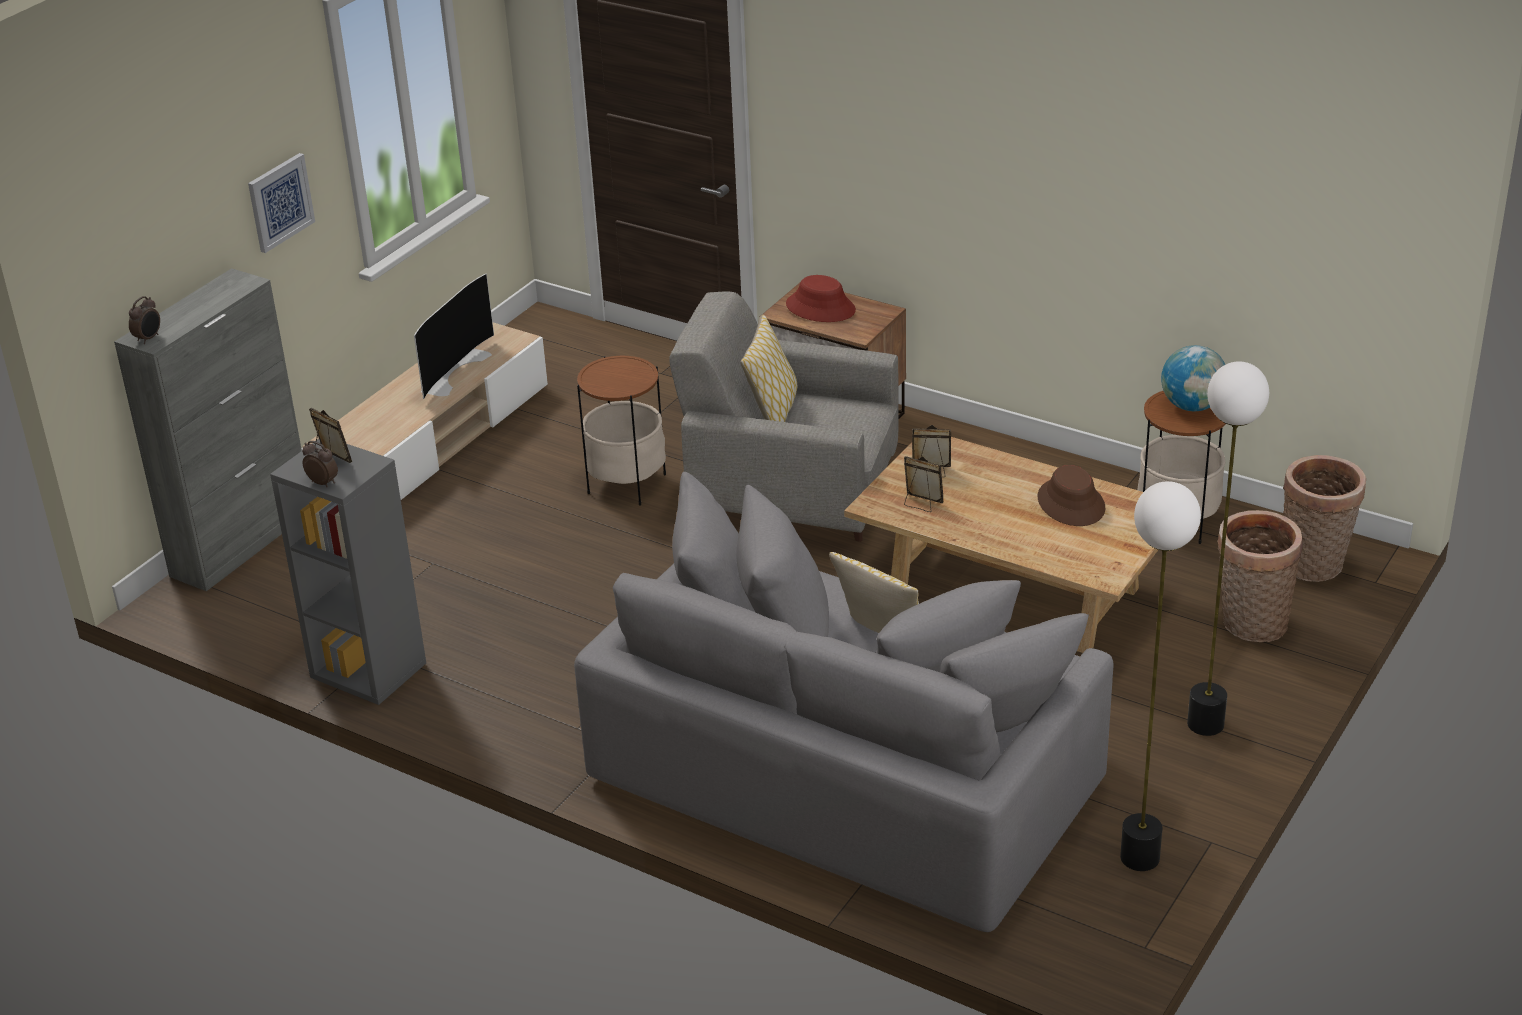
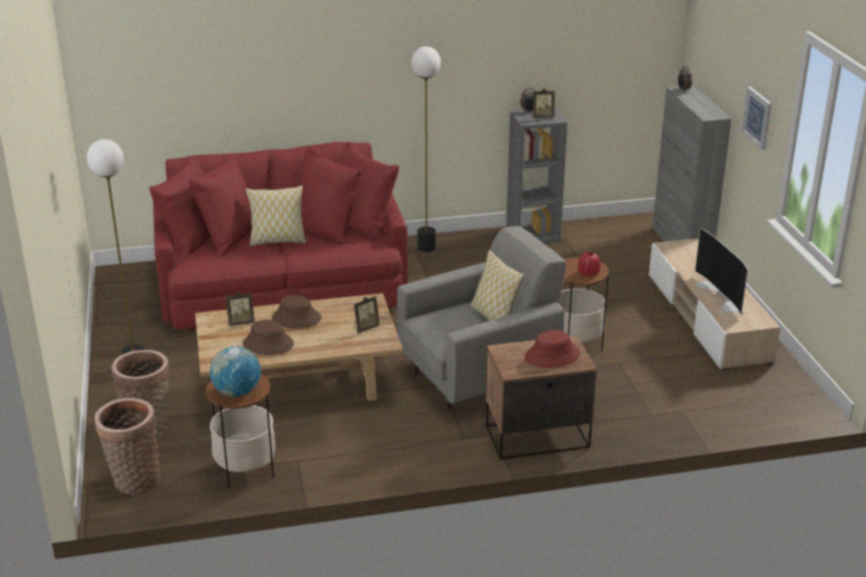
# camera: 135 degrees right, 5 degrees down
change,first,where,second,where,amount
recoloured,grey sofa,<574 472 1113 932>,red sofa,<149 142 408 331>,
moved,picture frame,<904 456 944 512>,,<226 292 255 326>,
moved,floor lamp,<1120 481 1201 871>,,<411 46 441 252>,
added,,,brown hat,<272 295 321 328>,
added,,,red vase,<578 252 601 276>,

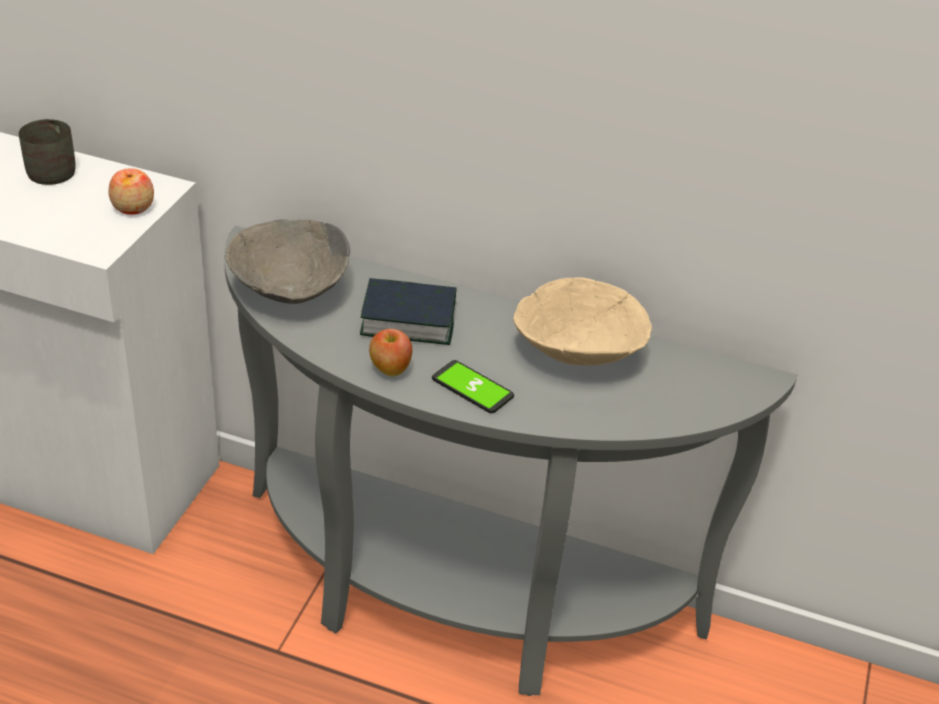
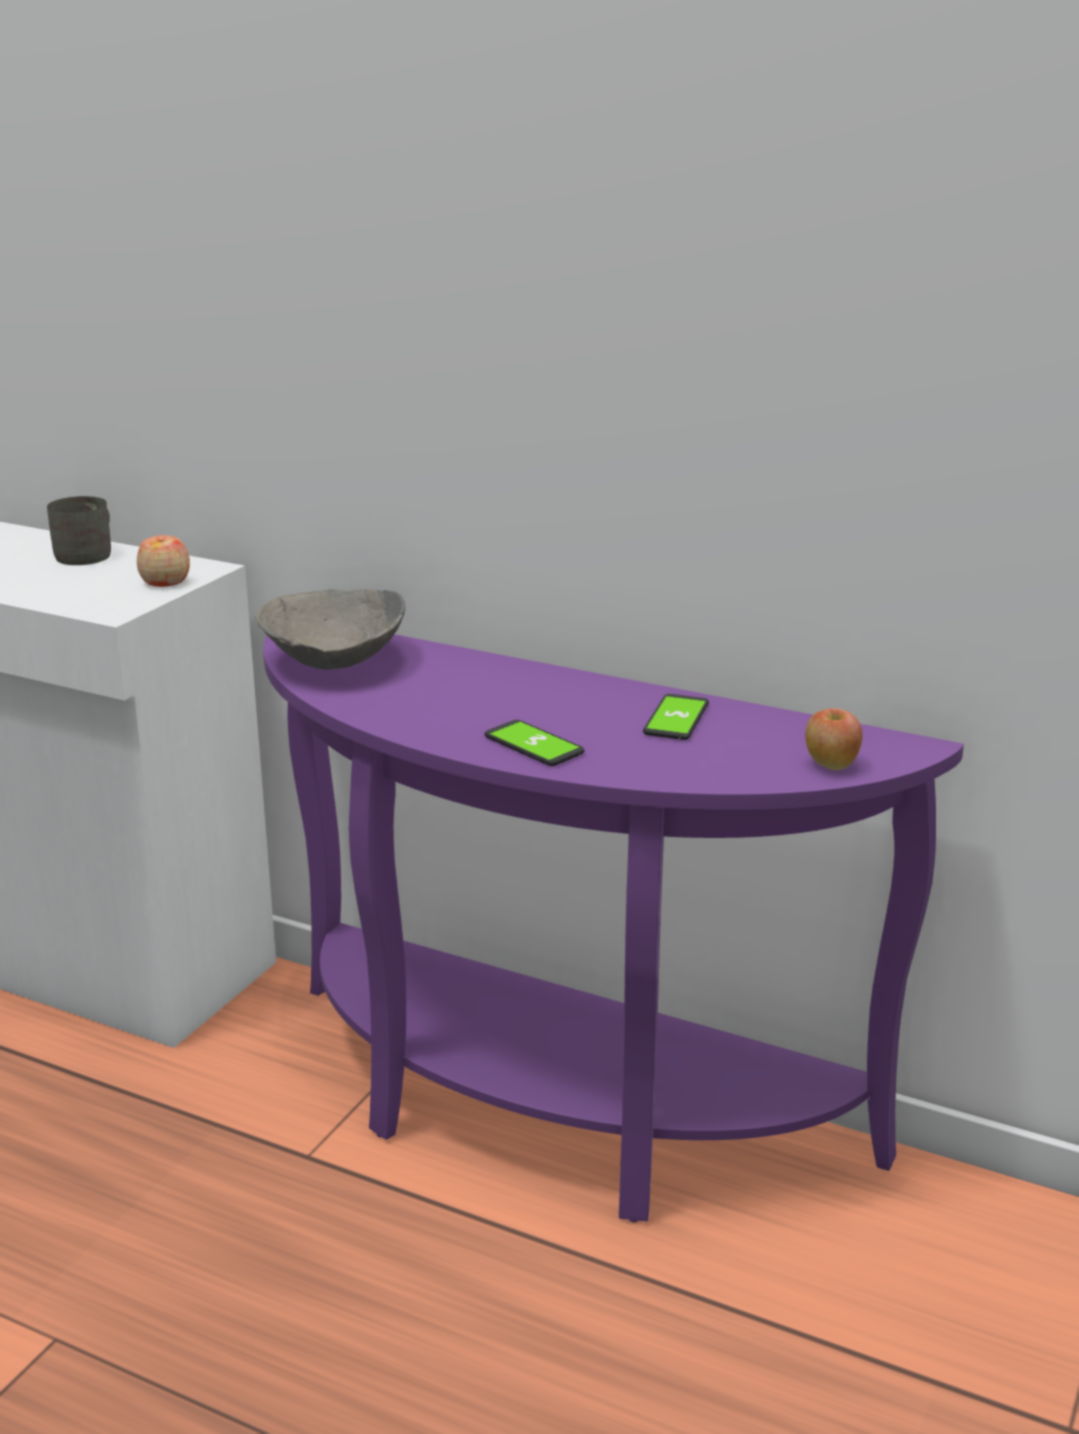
# camera: 10 degrees right, 15 degrees down
change,first,where,second,where,amount
recoloured,grey console table,<224 225 797 696>,purple console table,<263 634 964 1223>,
removed,book,<360 278 456 345>,,,
moved,apple,<369 329 412 377>,,<805 708 863 770>,
replaced,beige bowl,<513 278 652 365>,phone,<643 694 709 740>,

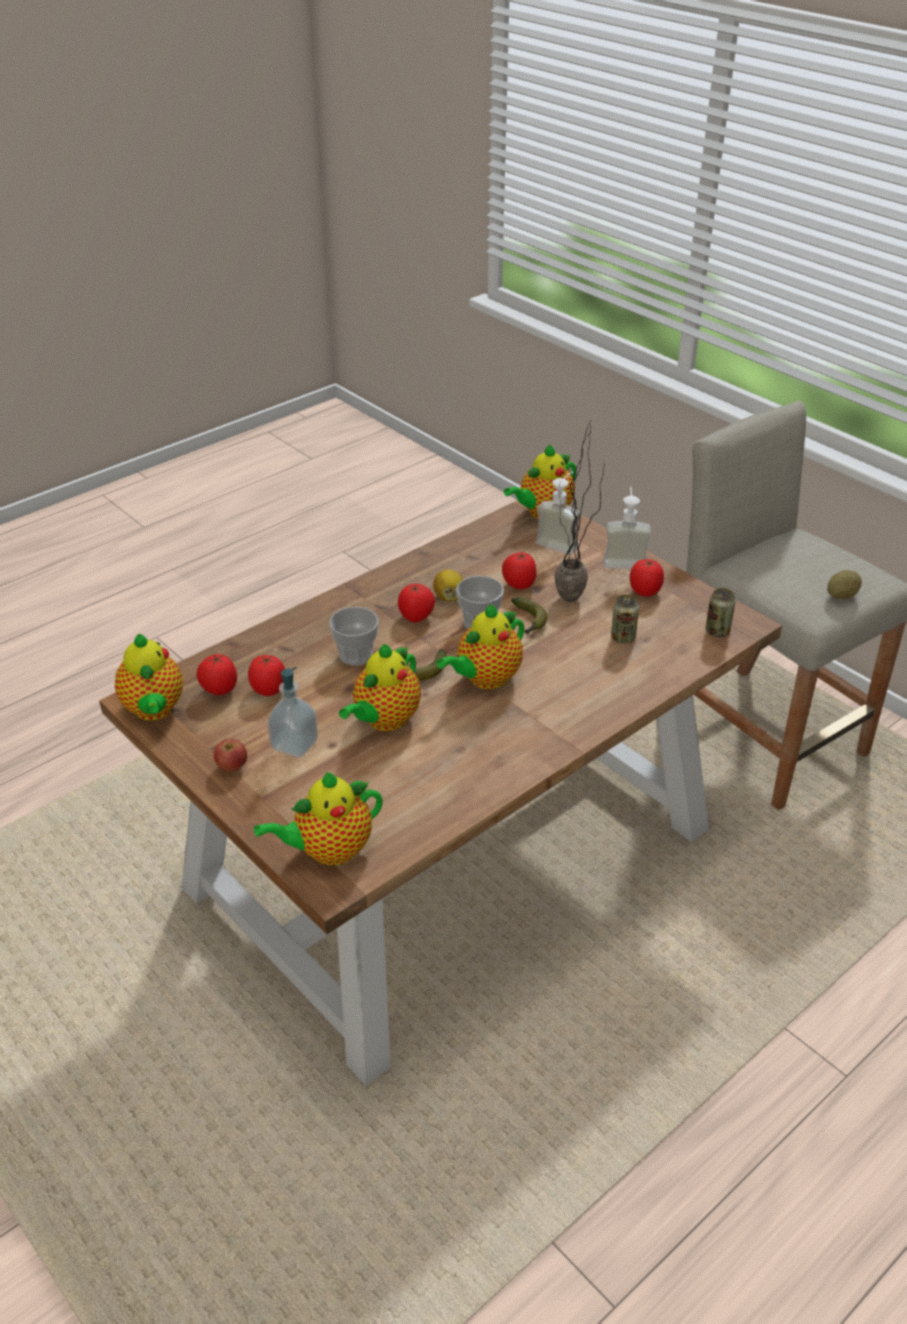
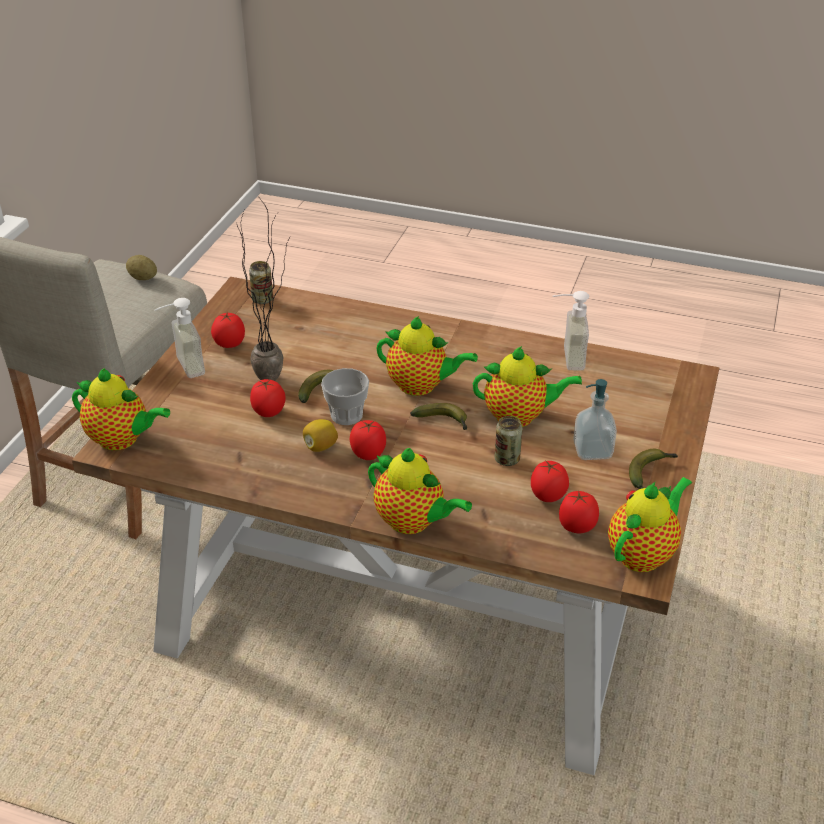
# camera: 120 degrees left, 0 degrees up
change,first,where,second,where,amount
replaced,apple,<213 739 247 772>,banana,<629 449 678 489>,
moved,teapot,<254 772 383 865>,,<368 448 472 534>,
removed,cup,<329 607 379 666>,,,
moved,soap dispenser,<535 471 580 555>,,<553 291 589 371>,
moved,can,<611 595 639 644>,,<495 416 523 466>,

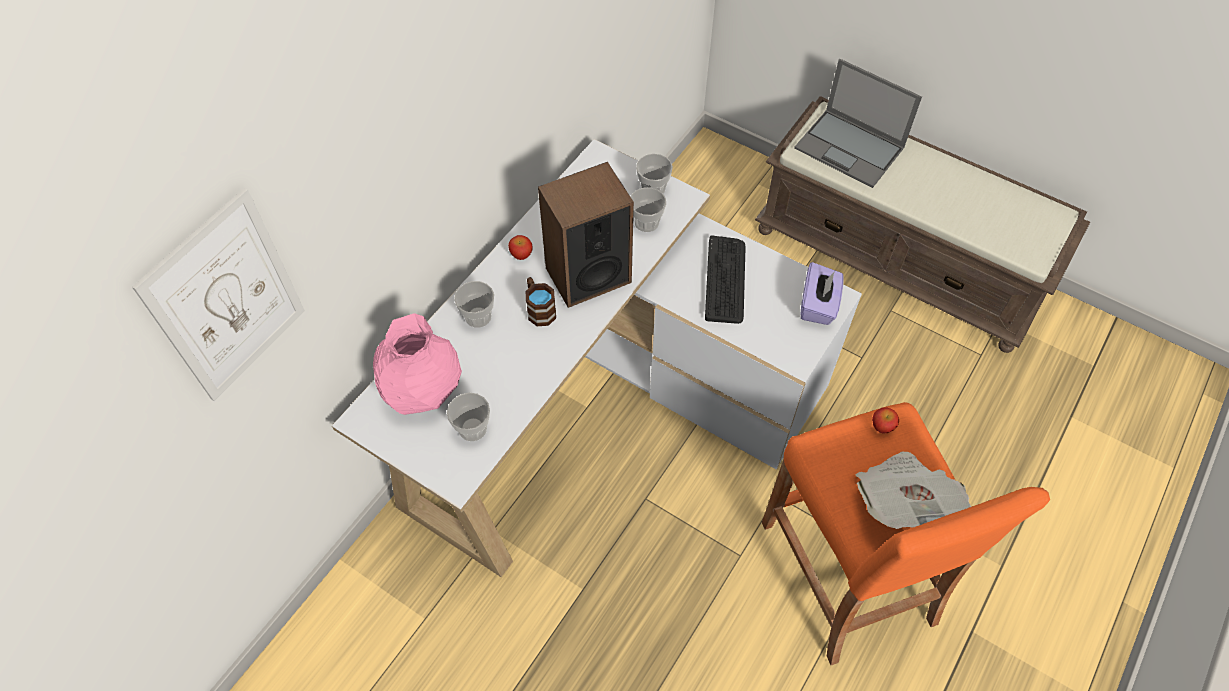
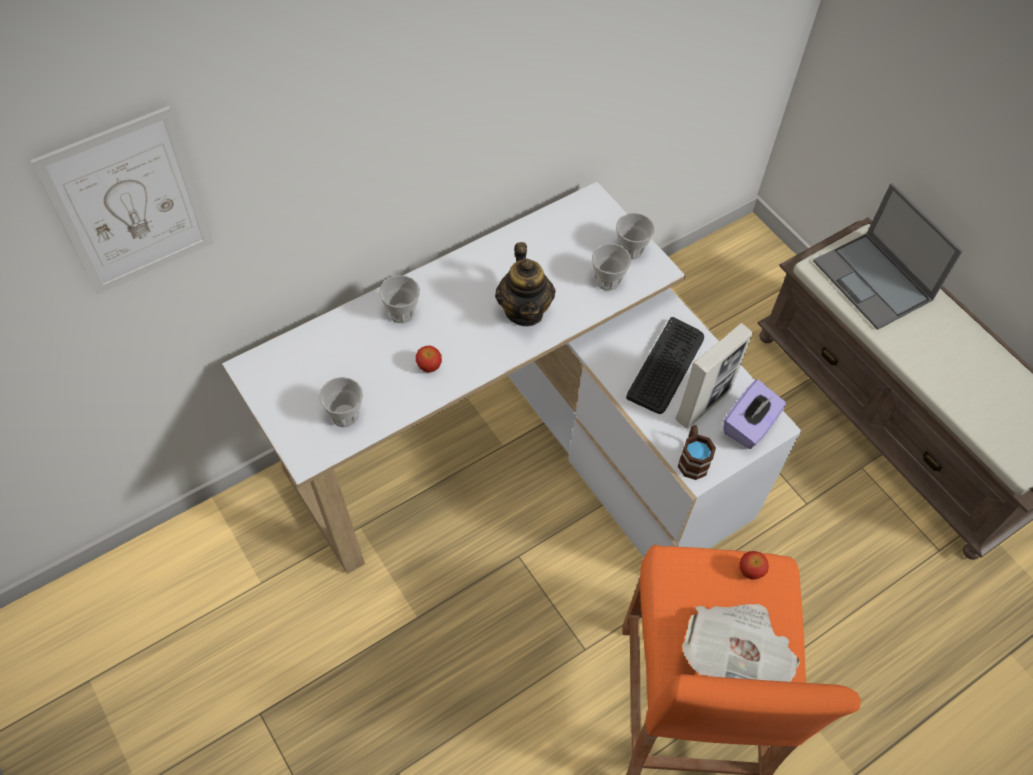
# camera: 20 degrees right, 0 degrees up
change,first,where,second,where,amount
removed,pink vase,<373 313 462 415>,,,
moved,apple,<508 235 533 260>,,<416 346 442 373>,
moved,brown mug,<526 277 556 326>,,<678 425 716 480>,
replaced,speaker,<538 162 634 308>,teapot,<495 242 556 326>,
added,,,picture frame,<676 323 753 428>,

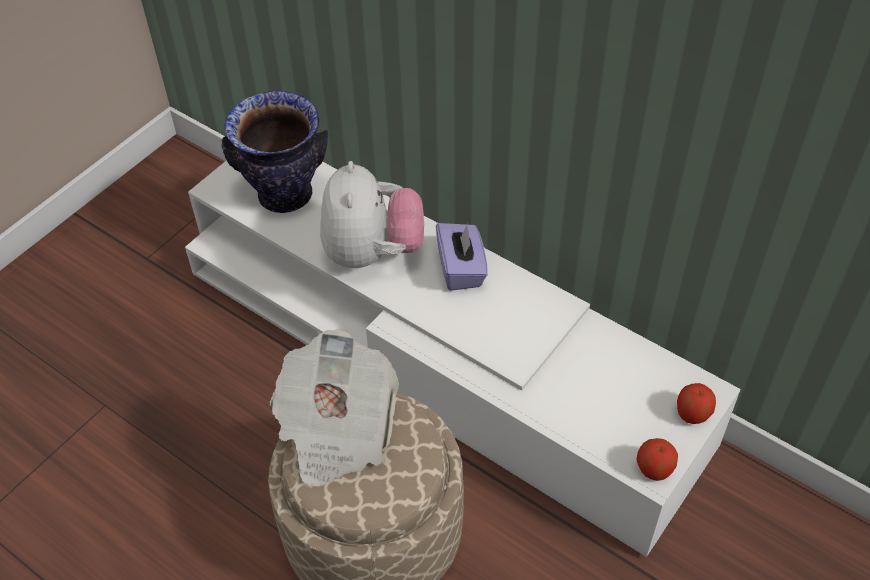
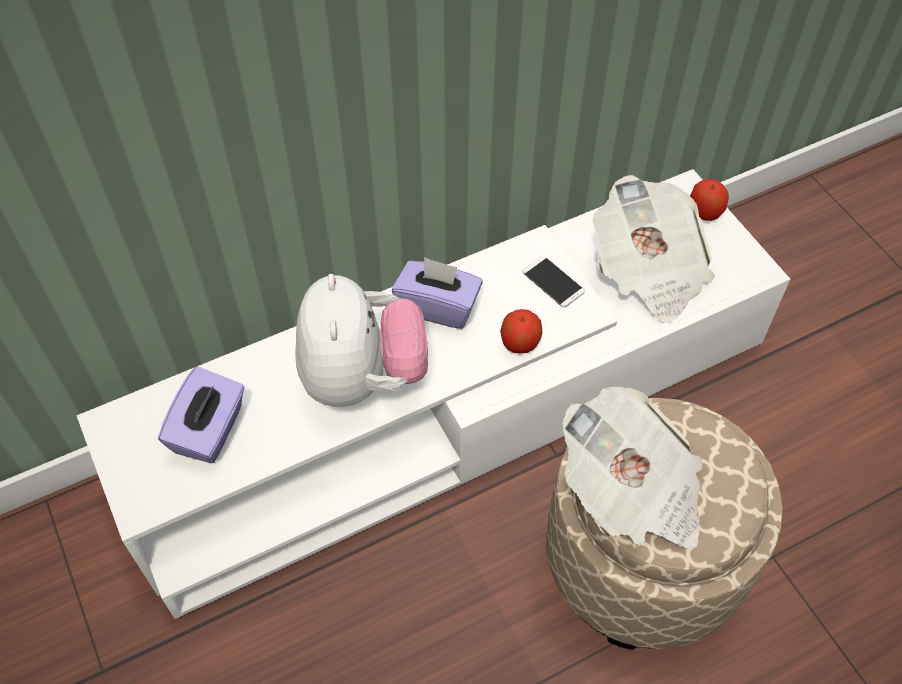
# camera: 65 degrees left, 5 degrees up
change,first,where,second,where,amount
replaced,vase,<222 91 328 213>,purple tissue box,<158 366 245 463>,
turned,plush toy,<320 161 424 268>,,<295 274 428 407>,60 degrees clockwise
moved,apple,<637 438 678 481>,,<500 309 542 354>,
added,,,phone,<523 256 585 307>,
added,,,newspaper,<592 175 715 323>,

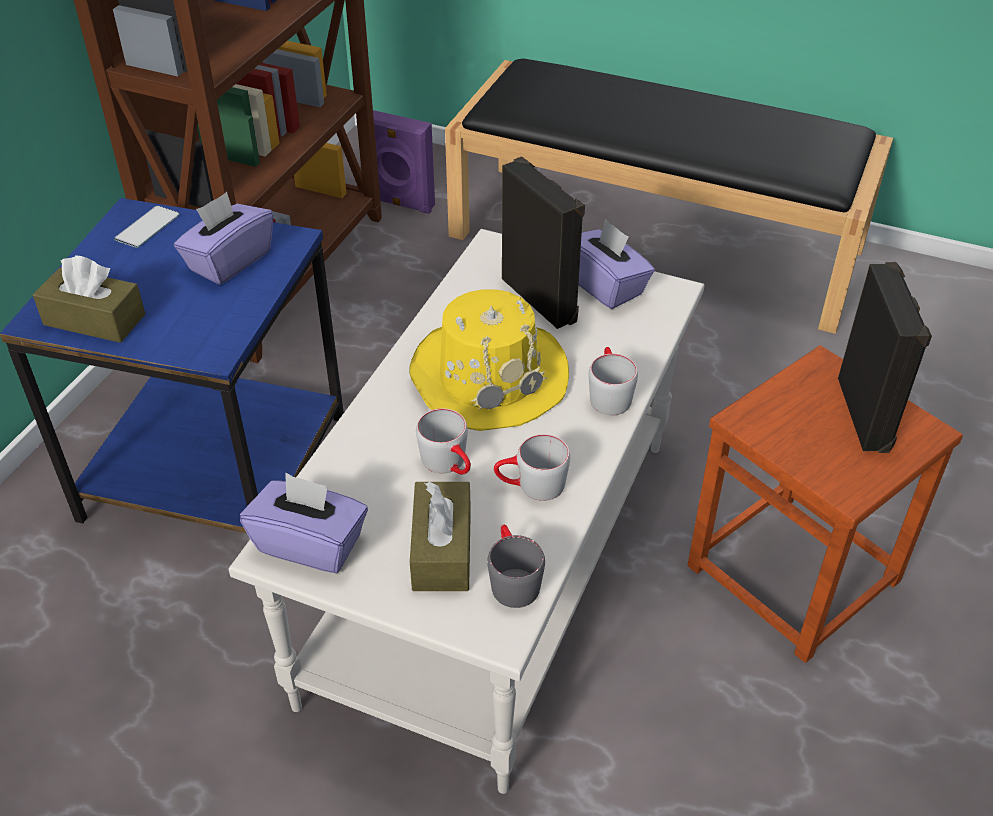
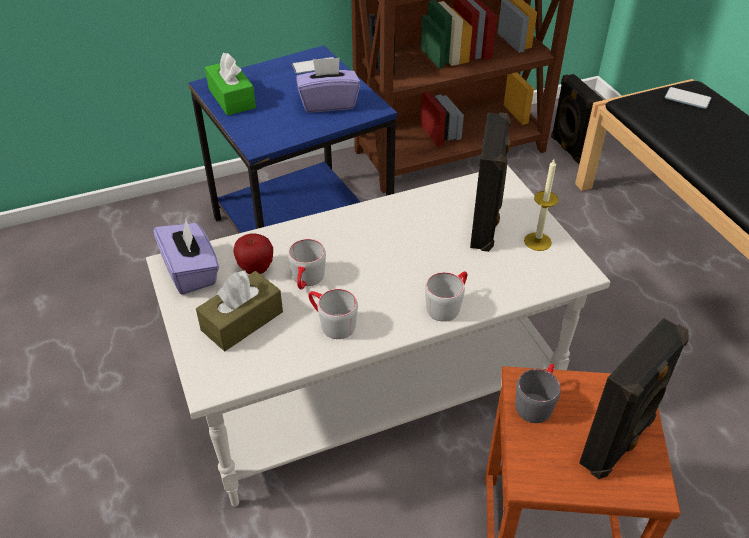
# camera: 45 degrees right, 0 degrees up
change,first,where,second,where,amount
recoloured,brown tissue box,<33 255 145 343>,green tissue box,<205 53 256 116>,
recoloured,purple speaker,<373 110 435 214>,black speaker,<551 74 603 164>,
removed,yellow hat,<409 289 569 431>,,,
moved,grey mug,<487 525 545 608>,,<516 364 561 423>,
replaced,purple tissue box,<578 219 655 309>,candle,<524 159 559 251>,
added,,,apple,<233 233 273 274>,
added,,,phone,<665 87 711 109>,

